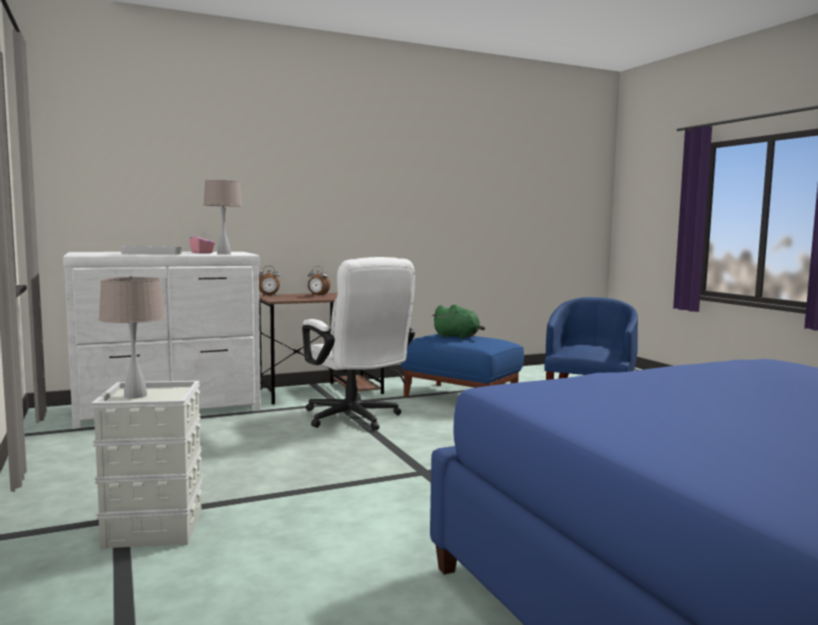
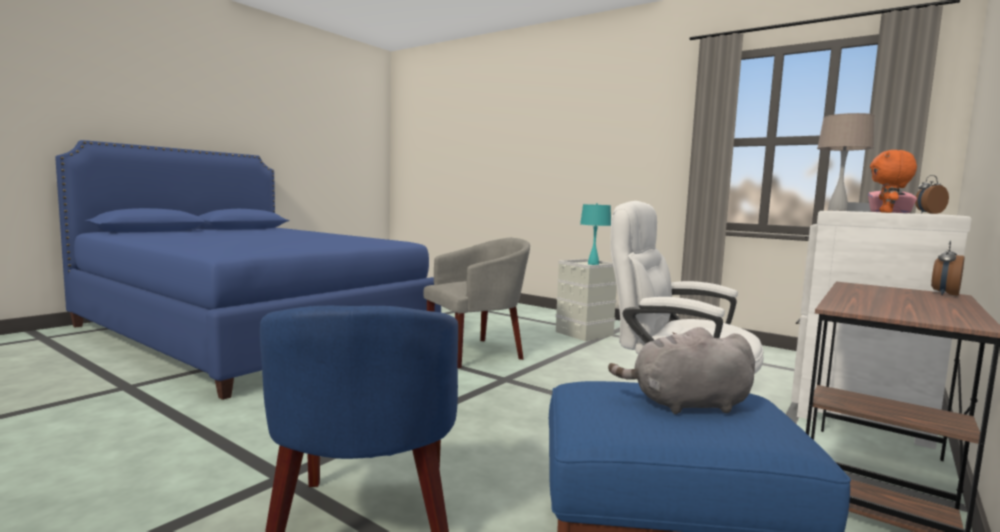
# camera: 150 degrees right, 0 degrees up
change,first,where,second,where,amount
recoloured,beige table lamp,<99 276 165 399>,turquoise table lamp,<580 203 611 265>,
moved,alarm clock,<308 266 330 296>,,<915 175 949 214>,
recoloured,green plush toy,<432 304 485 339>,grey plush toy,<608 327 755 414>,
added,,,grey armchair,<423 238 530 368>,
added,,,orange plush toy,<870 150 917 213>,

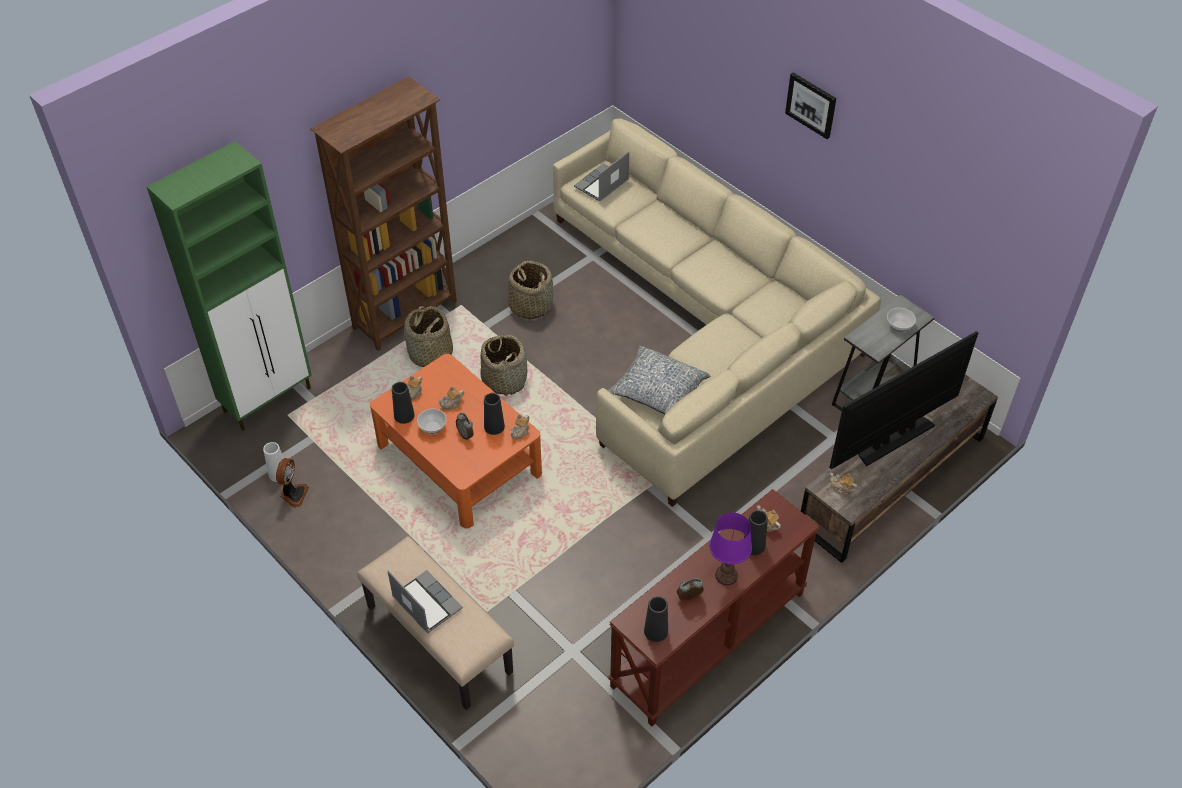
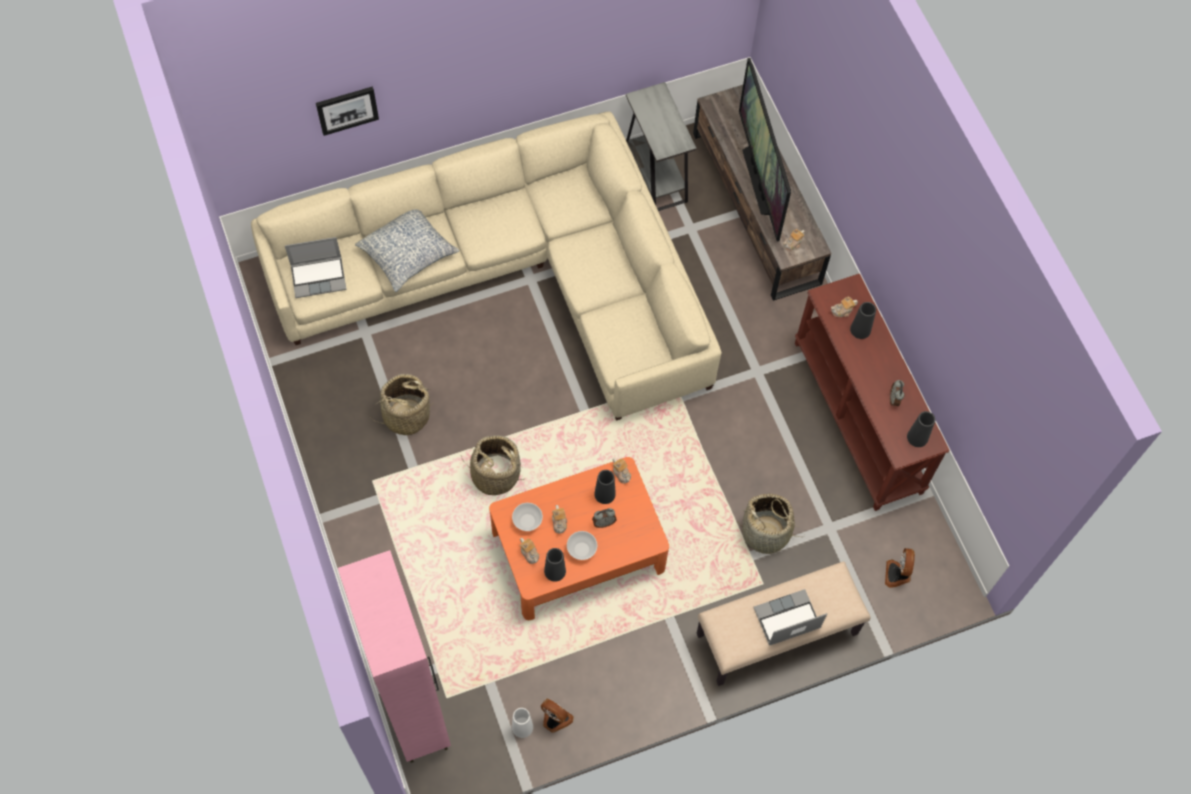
# camera: 70 degrees left, 15 degrees up
change,first,where,second,where,amount
recoloured,green cabinet,<147 141 312 431>,pink cabinet,<338 550 451 763>,
removed,brown bookcase,<310 77 457 351>,,,
moved,basket,<404 306 453 367>,,<737 494 805 554>,
turned,laptop,<574 151 629 202>,,<285 237 347 298>,75 degrees counterclockwise
moved,pillow,<608 346 710 414>,,<355 209 459 292>,
removed,purple table lamp,<709 513 752 585>,,,
moved,picture,<785 73 836 139>,,<316 87 379 136>,
moved,bowl,<887 308 916 332>,,<512 503 543 531>,
added,,,fan,<885 548 915 588>,

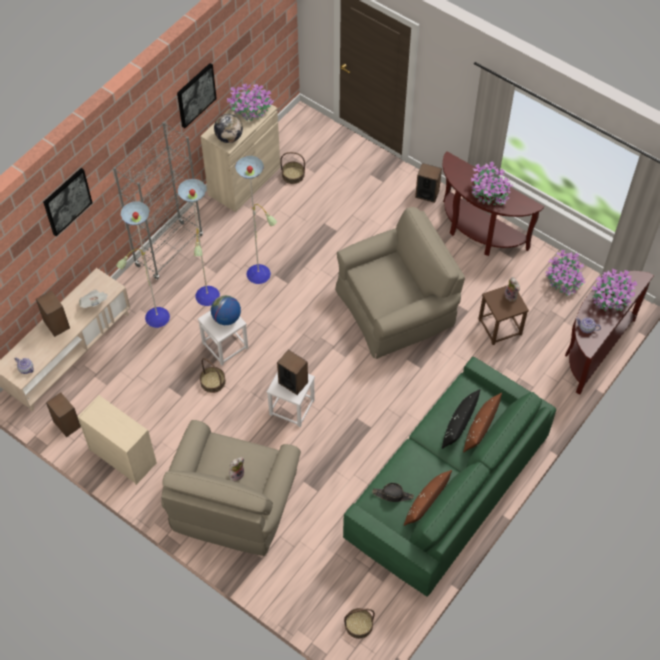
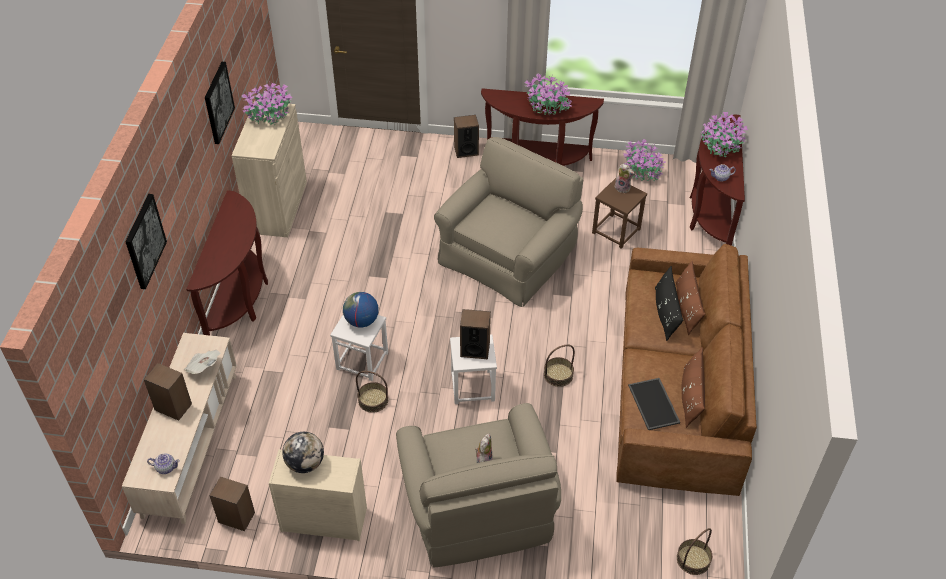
# camera: 30 degrees left, 10 degrees down
change,first,where,second,where,amount
replaced,grey bookcase,<113 122 203 280>,brown console table,<186 190 268 335>,
removed,floor lamp,<116 156 277 328>,,,
moved,globe,<214 114 243 143>,,<282 432 324 473>,
moved,basket,<280 152 305 184>,,<544 345 575 387>,
recoloured,green sofa,<343 357 556 597>,brown sofa,<616 243 757 496>,
replaced,black hat,<372 483 414 502>,tray,<628 378 680 430>,

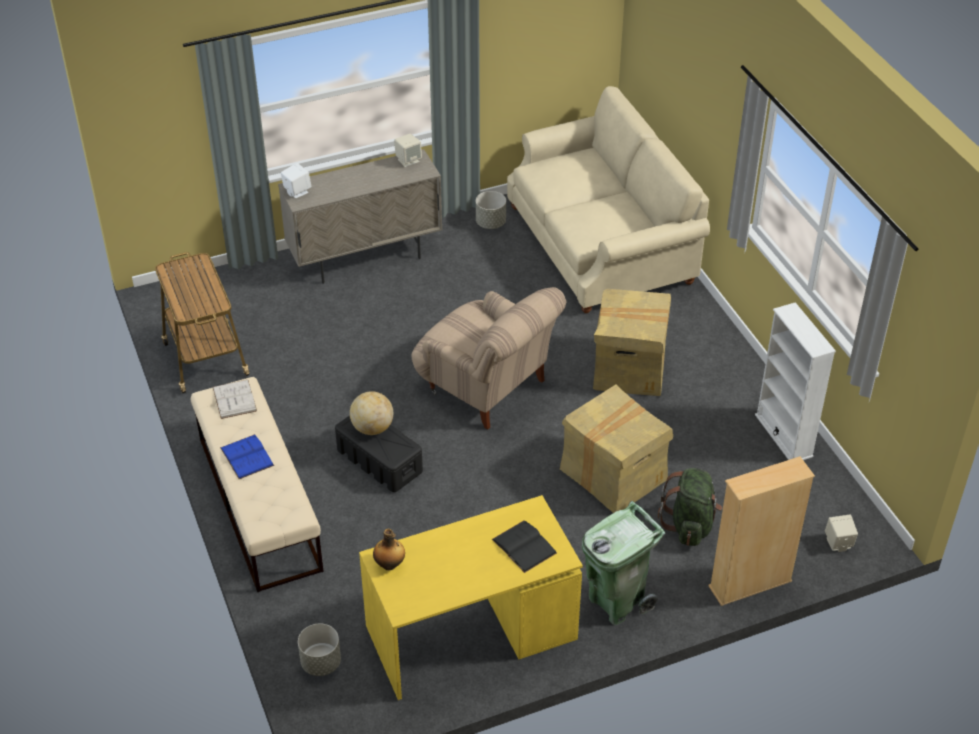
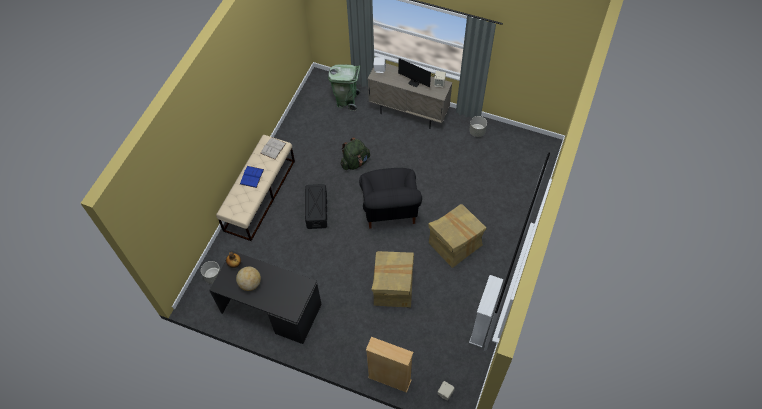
# camera: 45 degrees right, 15 degrees up
change,first,where,second,where,amount
removed,cart,<155 252 249 393>,,,
moved,globe,<350 391 393 435>,,<236 267 261 291>,
recoloured,yellow desk,<359 495 583 700>,black desk,<209 250 322 344>,
recoloured,beige armchair,<411 287 566 430>,black armchair,<359 168 422 229>,
removed,black book,<492 520 557 573>,,,
removed,beige sofa,<507 86 710 313>,,,
moved,green trash can,<582 501 665 625>,,<328 64 361 111>,
moved,green backpack,<658 468 722 546>,,<341 137 370 170>,
added,,,monitor,<398 58 439 88>,

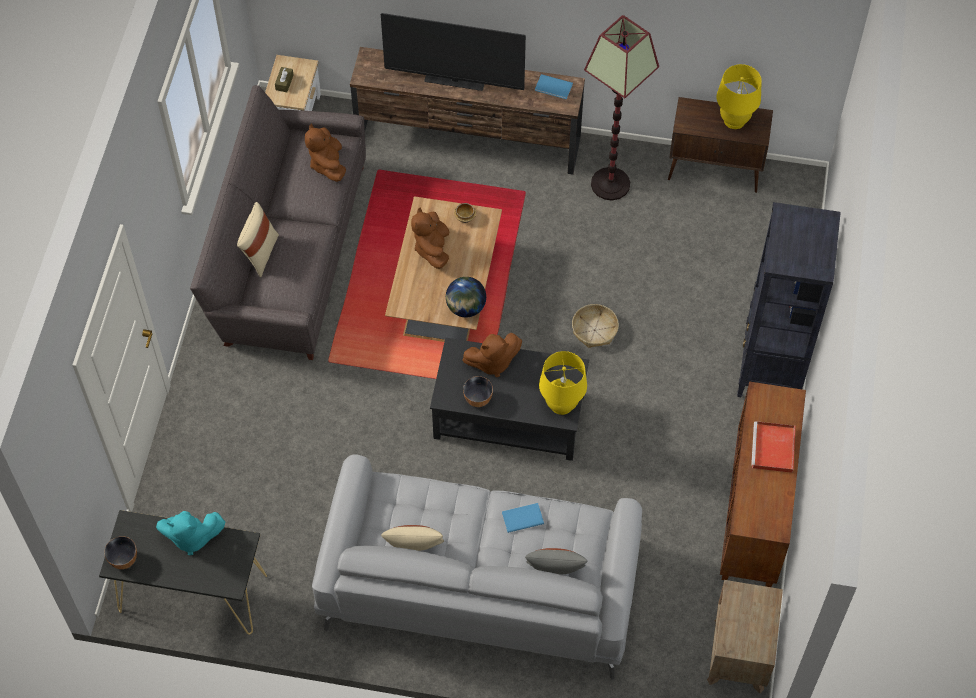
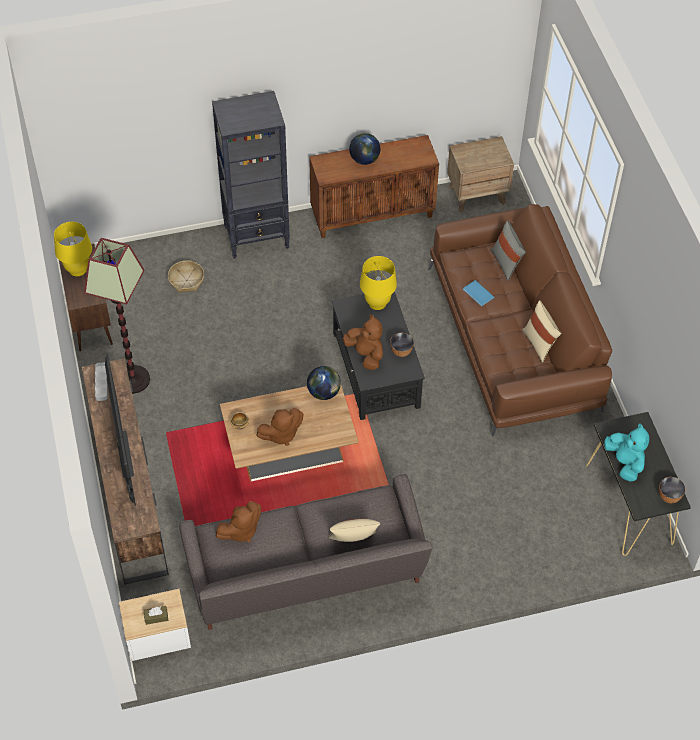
# camera: 115 degrees left, 5 degrees down
change,first,where,second,where,amount
recoloured,grey sofa,<312 454 642 680>,brown sofa,<428 204 612 436>,
replaced,blue book,<535 74 573 99>,grey tray,<95 363 108 401>,
moved,basket,<572 304 619 348>,,<168 261 204 293>,
replaced,red tray,<751 421 795 473>,globe,<349 133 380 165>,

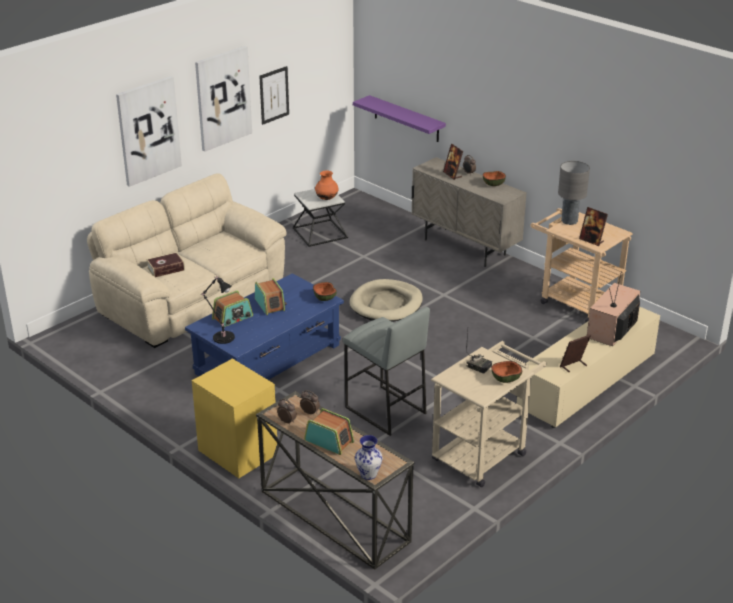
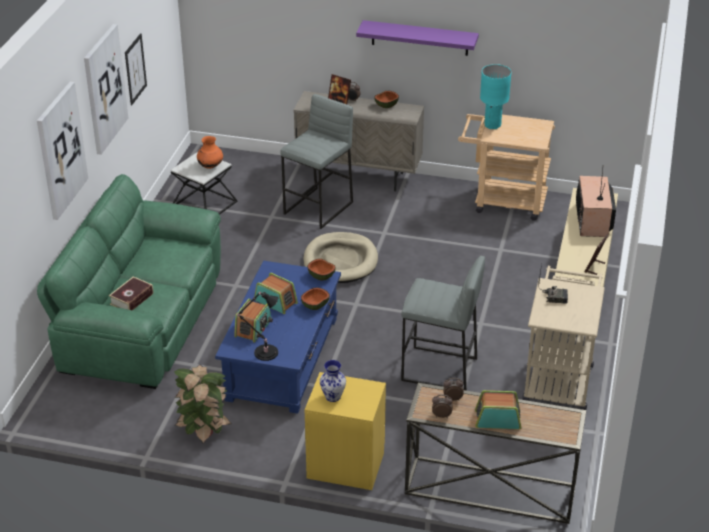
# camera: 30 degrees left, 5 degrees up
change,first,where,second,where,amount
recoloured,beige sofa,<87 173 286 348>,green sofa,<37 174 221 389>,
moved,purple shelf,<353 95 446 142>,,<356 20 479 56>,
moved,vase,<355 435 382 480>,,<320 360 346 402>,
moved,bowl,<491 361 522 383>,,<301 287 330 310>,
recoloured,grey table lamp,<558 161 590 225>,turquoise table lamp,<480 64 511 129>,
removed,picture frame,<579 207 608 246>,,,
added,,,potted plant,<174 364 232 444>,
added,,,grey stool,<280 94 353 229>,

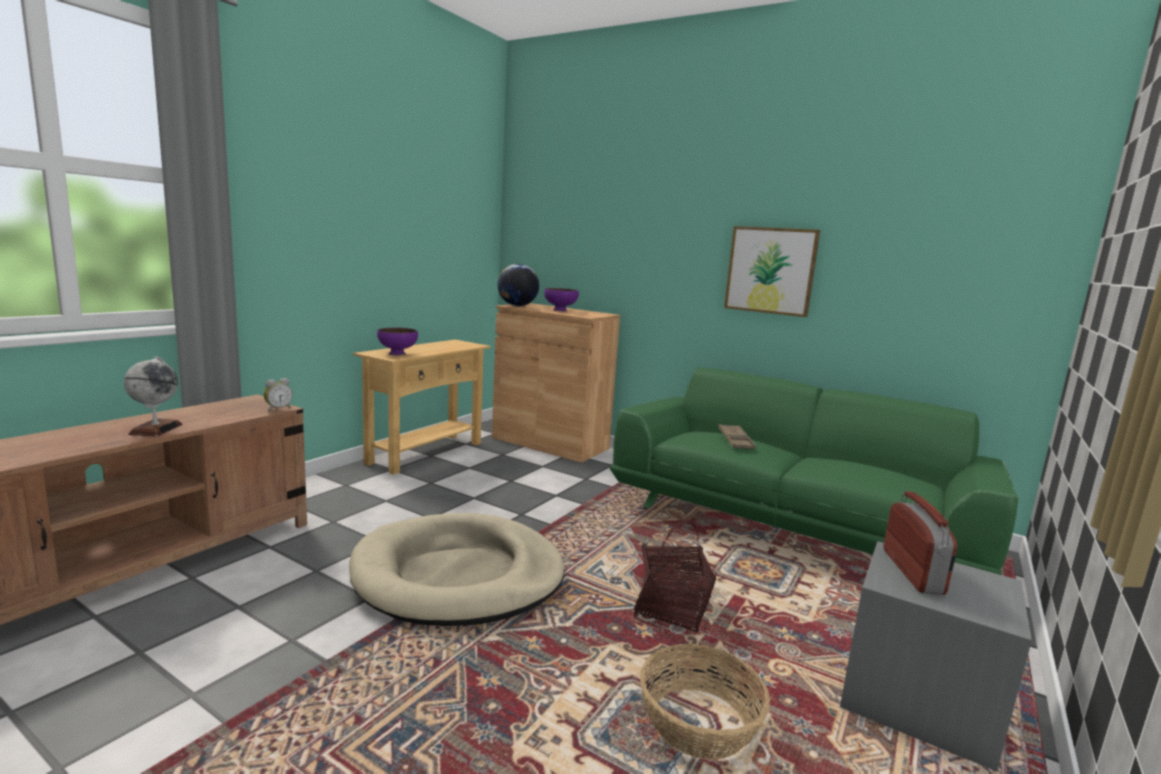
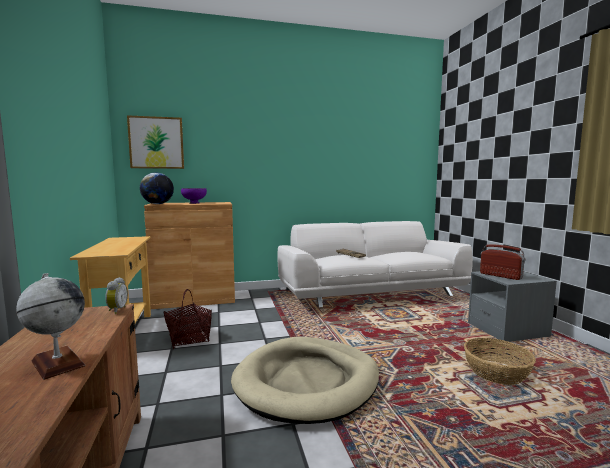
# camera: 45 degrees left, 5 degrees down
change,first,where,second,where,amount
removed,purple bowl,<377 328 418 356>,,,
recoloured,green sofa,<610 367 1018 575>,white sofa,<277 221 473 308>,
moved,basket,<634 520 716 633>,,<163 289 212 349>,
moved,picture,<724 226 820 317>,,<127 115 184 169>,

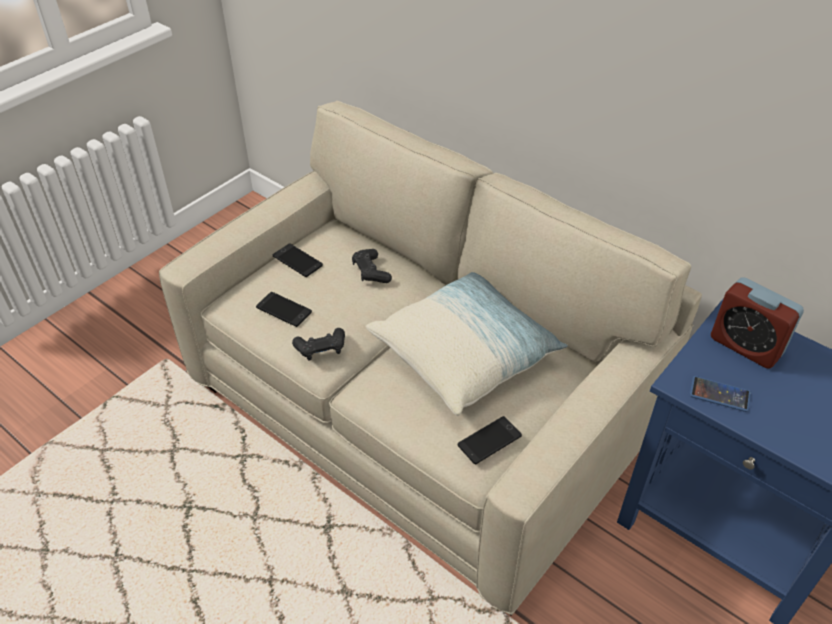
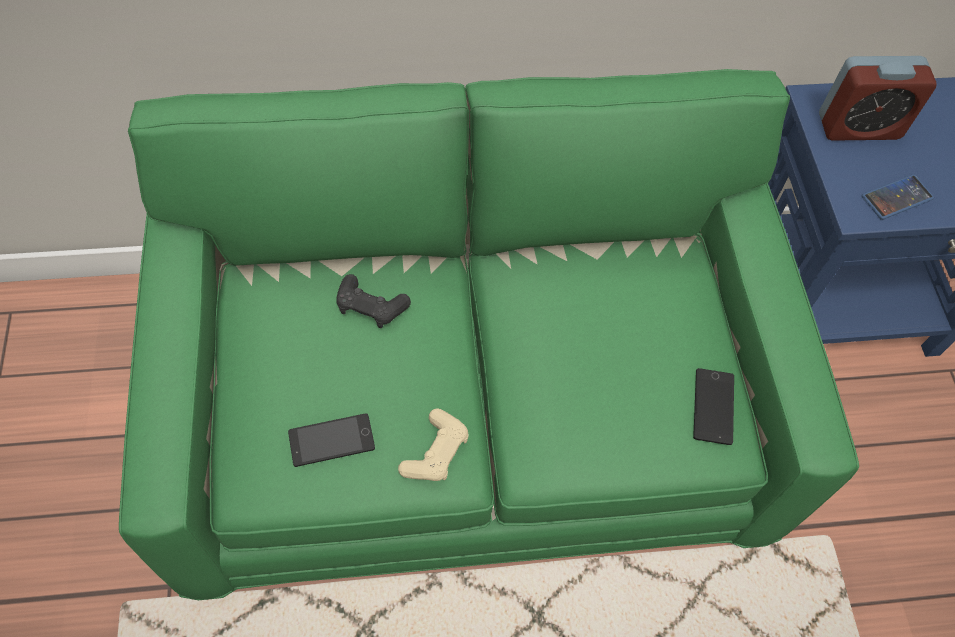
# camera: 50 degrees left, 15 degrees up
change,first,where,second,where,amount
recoloured,beige sofa,<159 101 702 616>,green sofa,<119 69 859 600>,
removed,phone,<273 243 323 277>,,,
recoloured,black game controller,<292 328 345 361>,beige game controller,<398 408 469 481>,
removed,pillow,<366 272 568 416>,,,

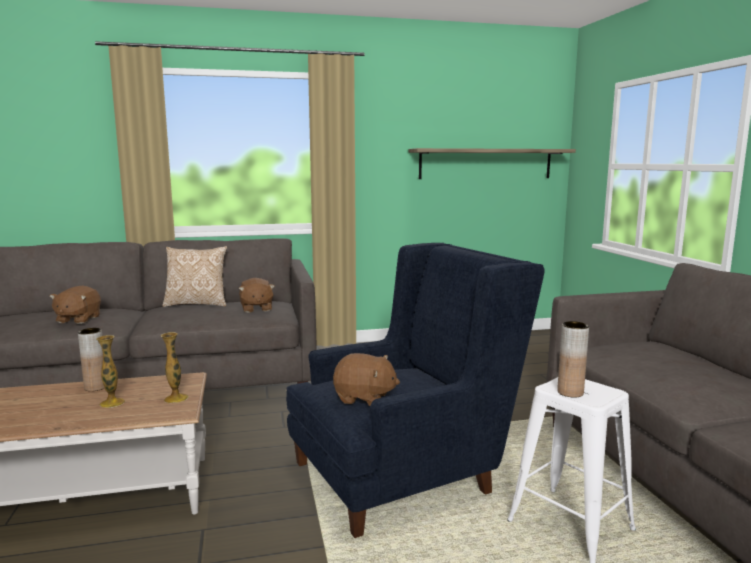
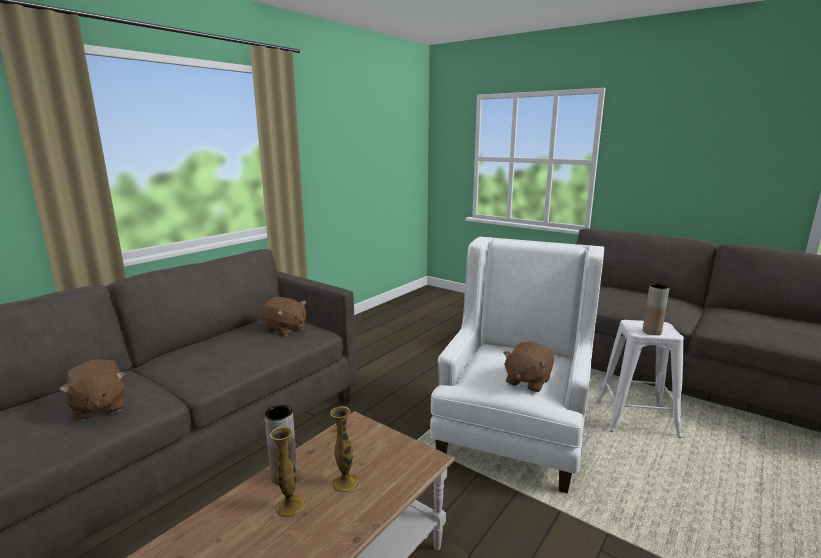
# camera: 40 degrees left, 5 degrees up
change,first,where,second,where,amount
moved,vase,<161 332 189 403>,,<270 427 307 518>,
removed,pillow,<162 246 227 307>,,,
recoloured,blue armchair,<286 243 545 538>,white armchair,<430 236 604 493>,
turned,brown plush toy,<333 353 400 406>,,<503 342 554 392>,150 degrees clockwise
removed,shelf,<409 148 576 179>,,,

